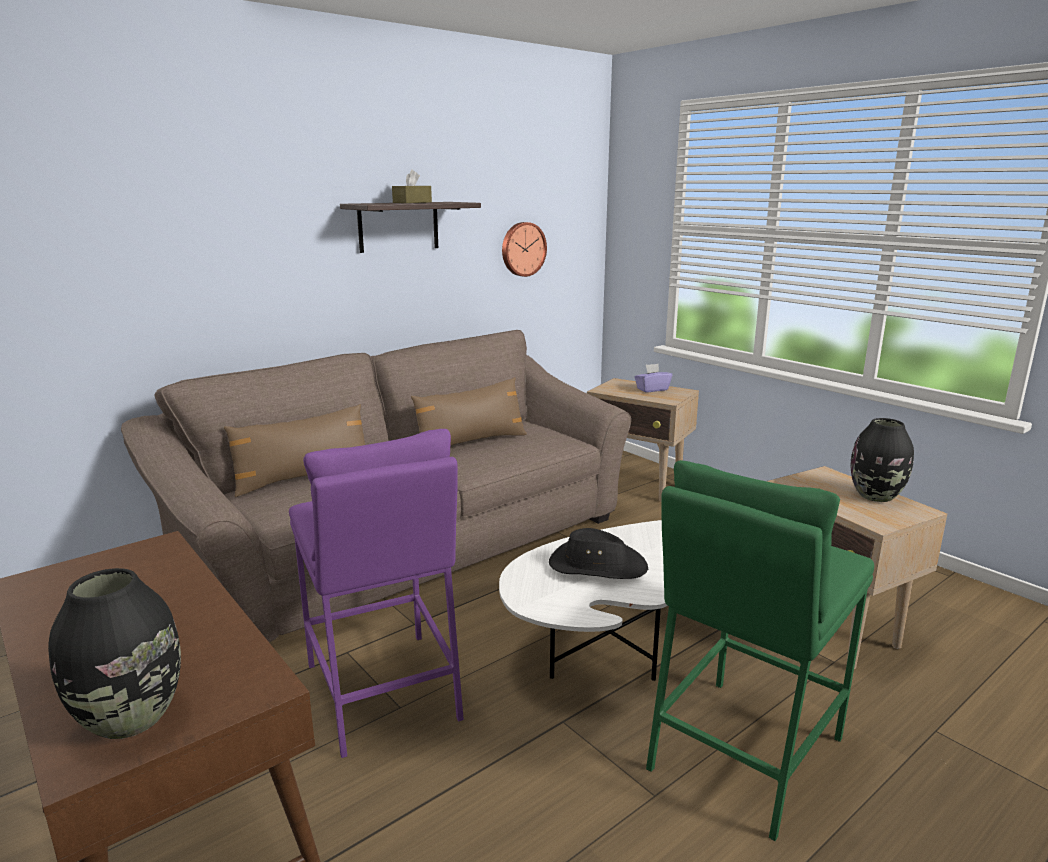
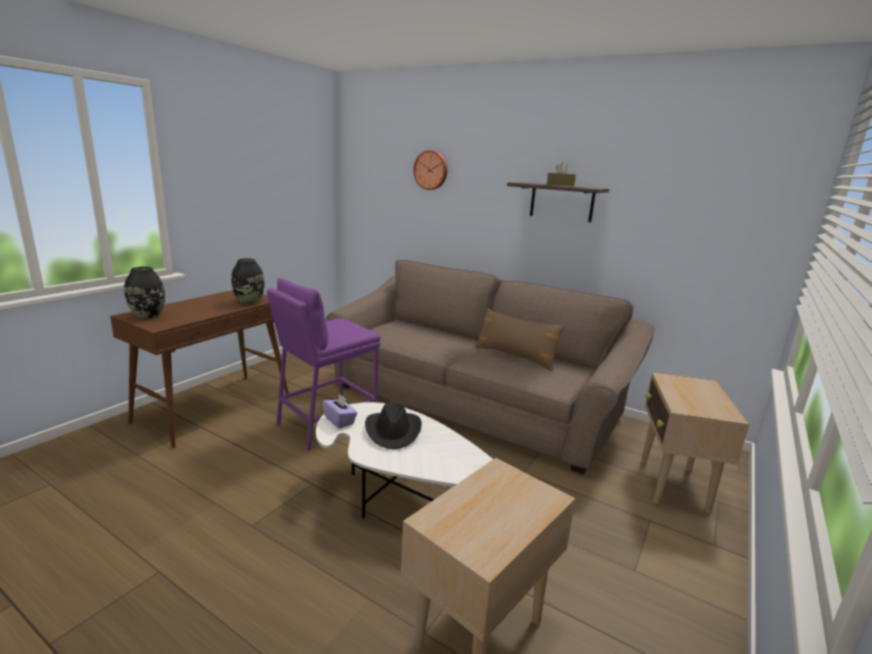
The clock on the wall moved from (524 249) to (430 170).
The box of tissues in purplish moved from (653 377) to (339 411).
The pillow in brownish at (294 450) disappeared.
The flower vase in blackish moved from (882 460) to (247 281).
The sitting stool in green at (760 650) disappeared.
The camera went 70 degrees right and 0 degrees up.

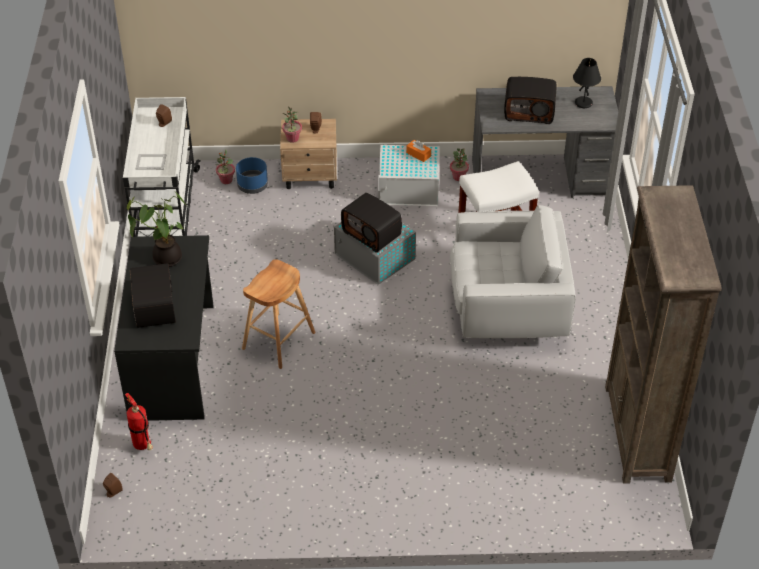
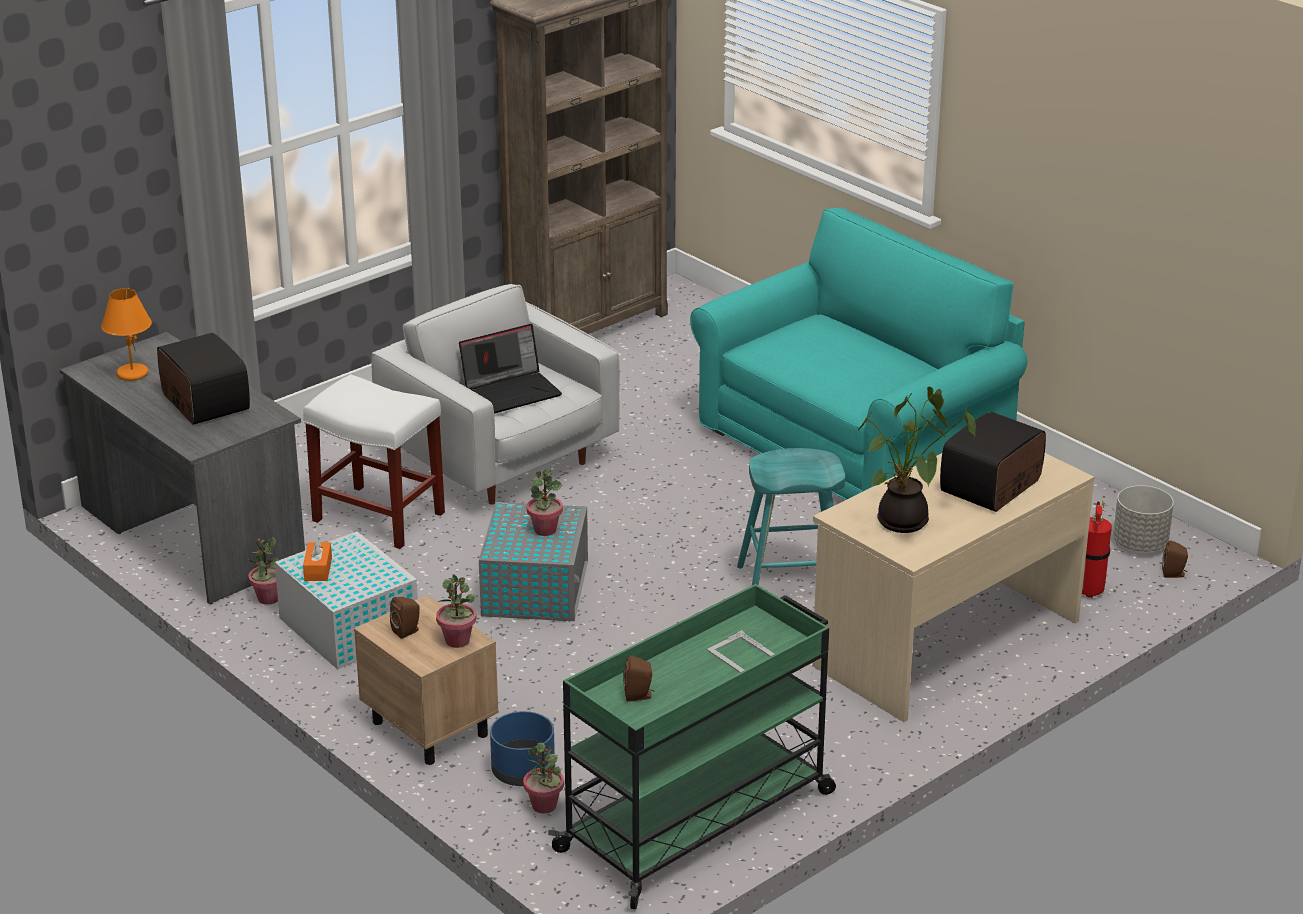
The table lamp in blackish at (587 83) became the table lamp in orangey at (126 334).
The cart in white-coloured at (162 167) became the cart in green at (692 746).
The radio set at (371 222) was replaced by the plant in a pot at (545 502).
The desk table in blackish at (164 328) became the desk table in beige at (953 587).
The sitting stool in brownish at (278 314) became the sitting stool in turquoise at (791 516).
The sofa in turquoise at (858 353) appeared.
The laptop at (510 369) appeared.
The plant pot in grey at (1143 518) appeared.
The camera went 130 degrees left and 15 degrees down.

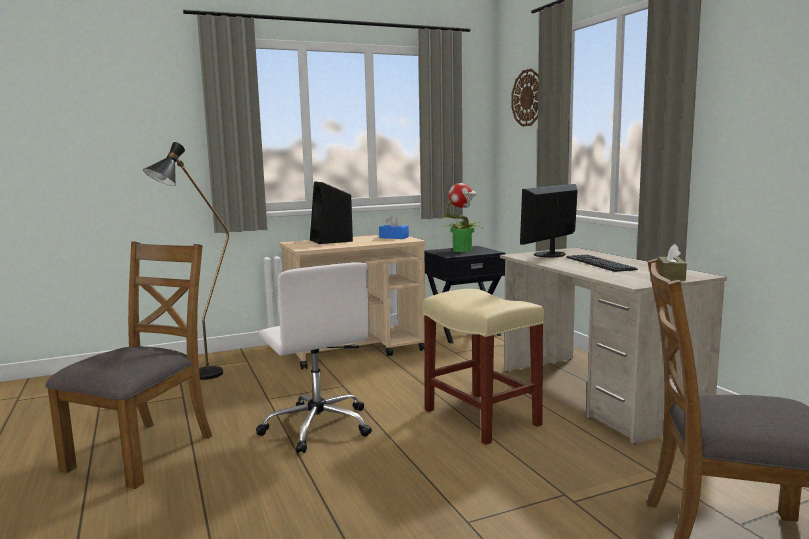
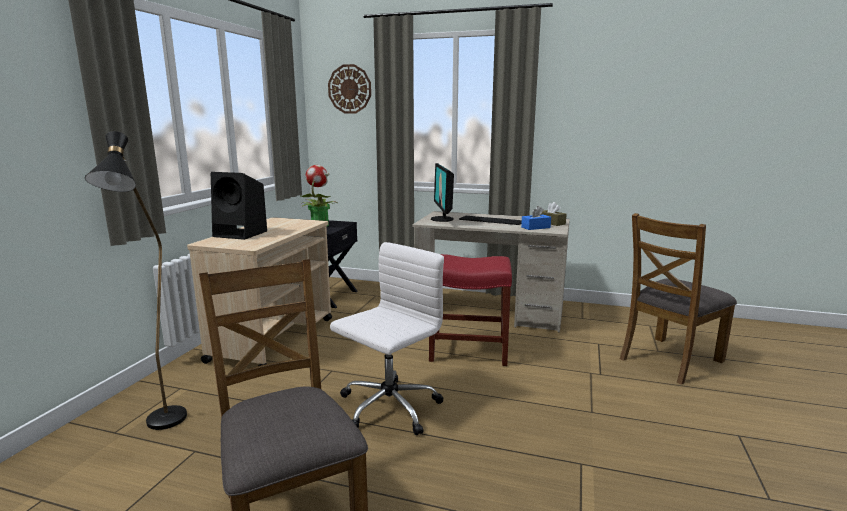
The box of tissues in blue-coloured moved from (394 227) to (536 218).
The computer chair in white-coloured at (314 357) turned 60 degrees counterclockwise.
The sitting stool in beige at (483 367) became the sitting stool in red at (470 310).
The camera went 50 degrees left and 5 degrees up.

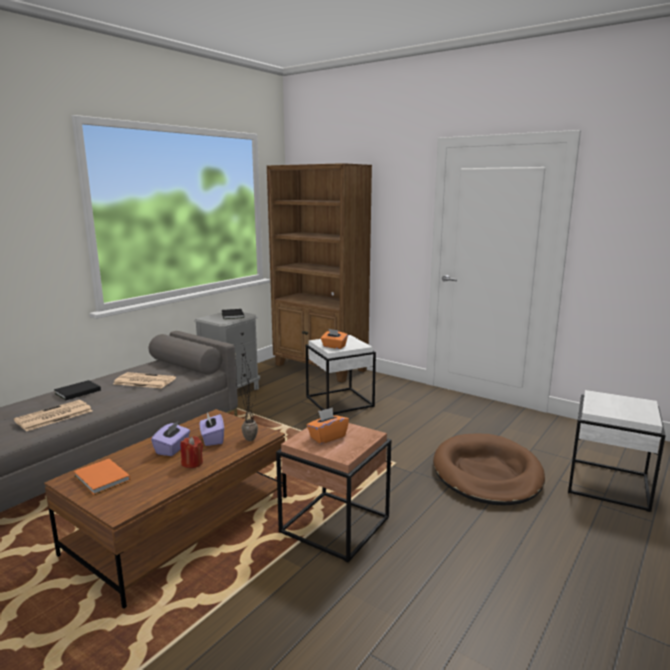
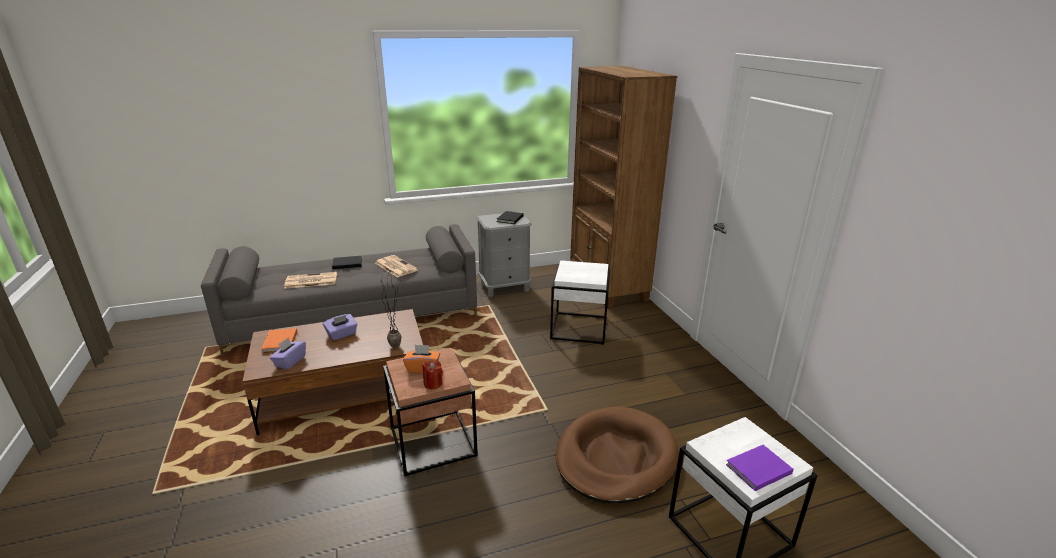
The box of tissues in orangey at (334 339) disappeared.
The box of tissues in purplish moved from (212 429) to (288 353).
The wax candle in red moved from (192 452) to (432 374).
The volume in purplish at (759 468) appeared.
The camera went 35 degrees right and 10 degrees up.

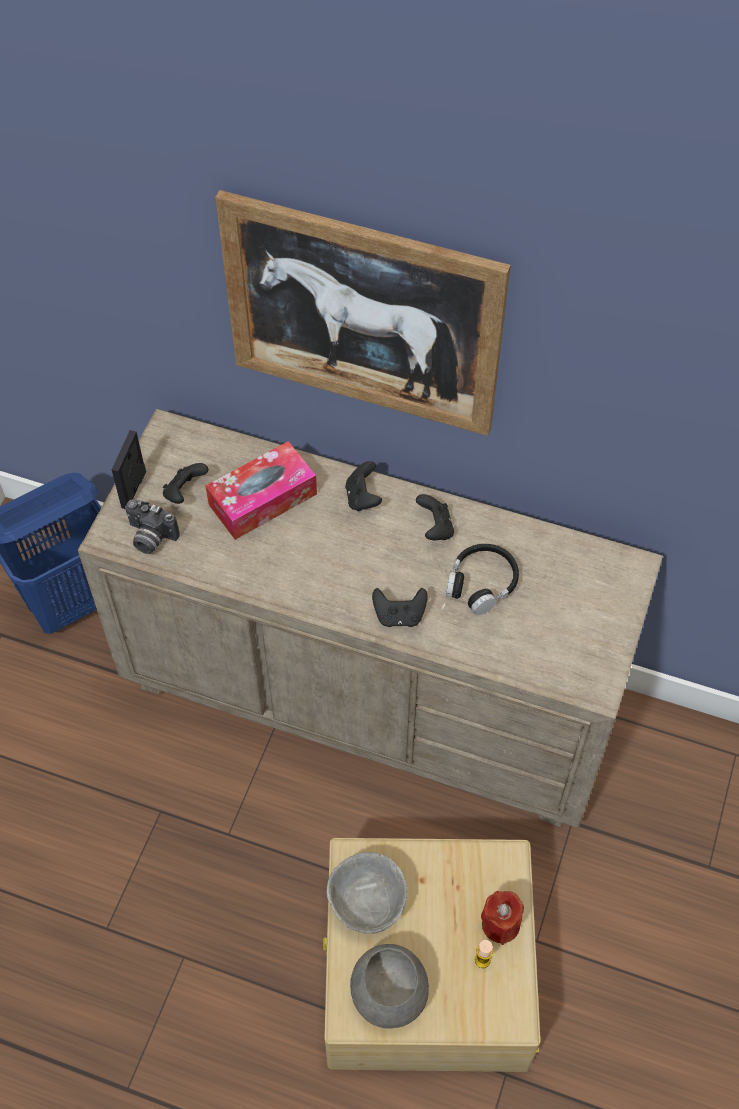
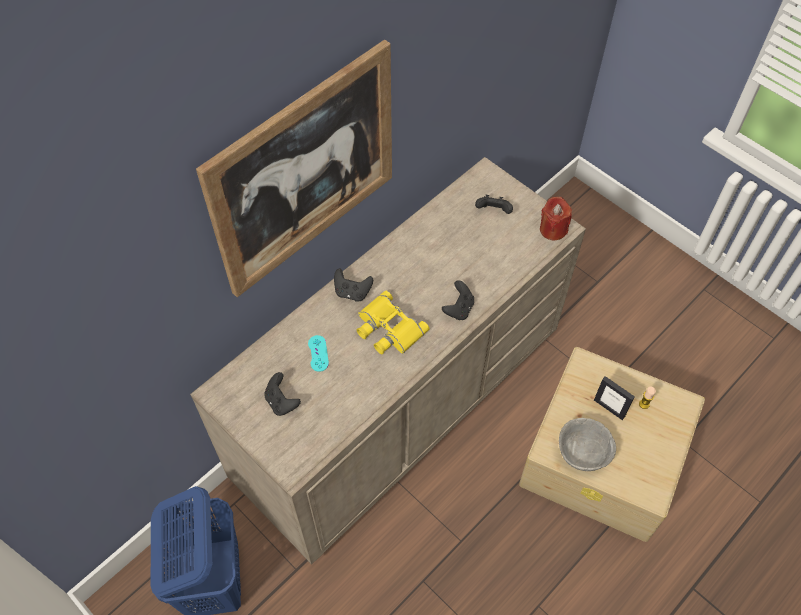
The standing frame moved from (129 469) to (614 398).
The box of tissues at (261 490) was replaced by the gamepad in turquoise at (318 353).
The gamepad in blackish moved from (435 517) to (494 204).
The photo camera at (152 526) disappeared.
The pair of headphones in blackish at (482 579) disappeared.
The wax candle in red moved from (502 918) to (556 218).
The serving bowl in grey at (389 986) disappeared.
The pair of binoculars in yellowish at (393 322) appeared.
The camera went 65 degrees left and 0 degrees up.

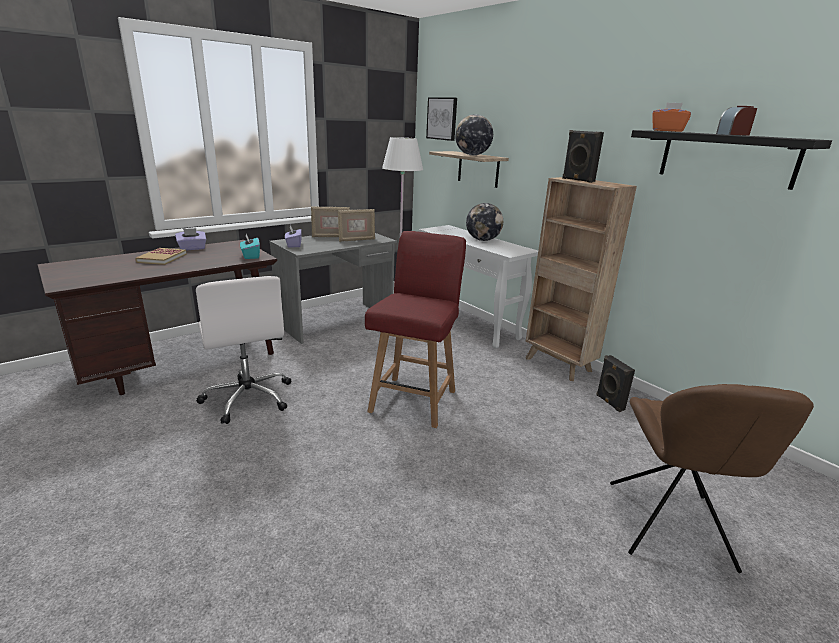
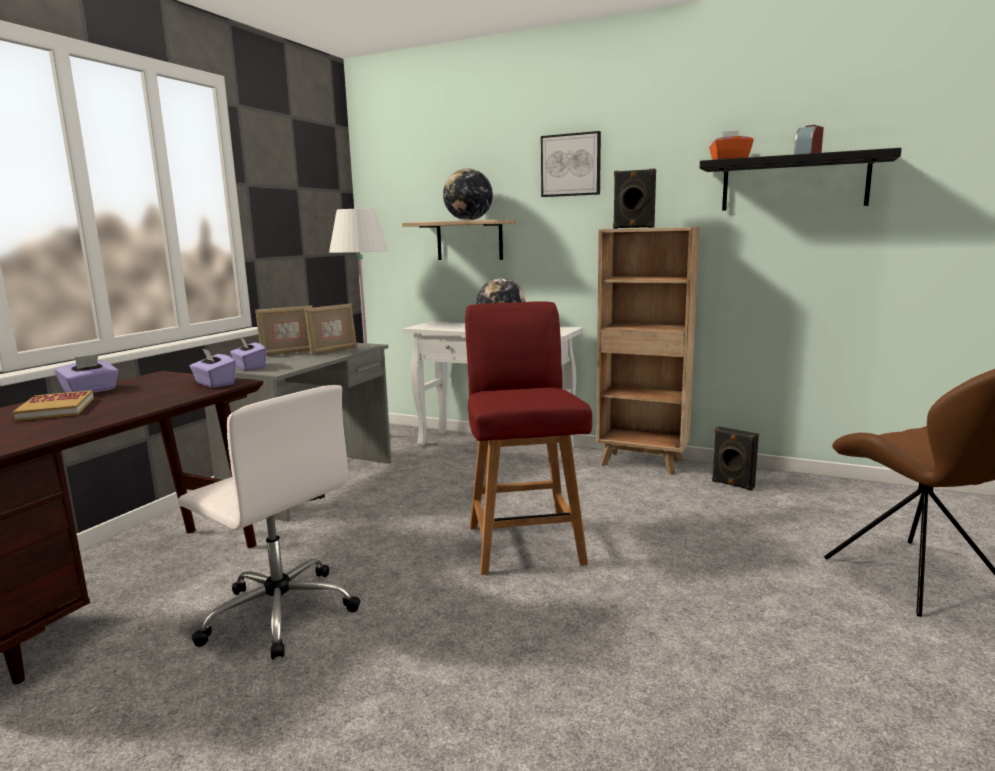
The wall art moved from (441 119) to (571 164).
The box of tissues in turquoise at (250 246) became the box of tissues in purplish at (213 368).
The camera went 25 degrees left and 10 degrees down.

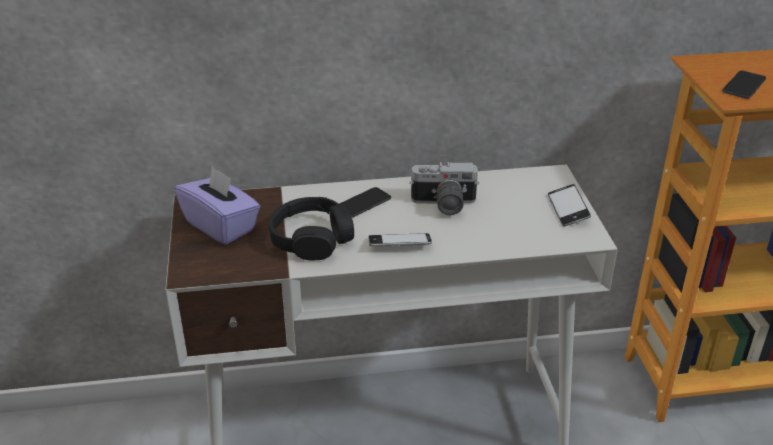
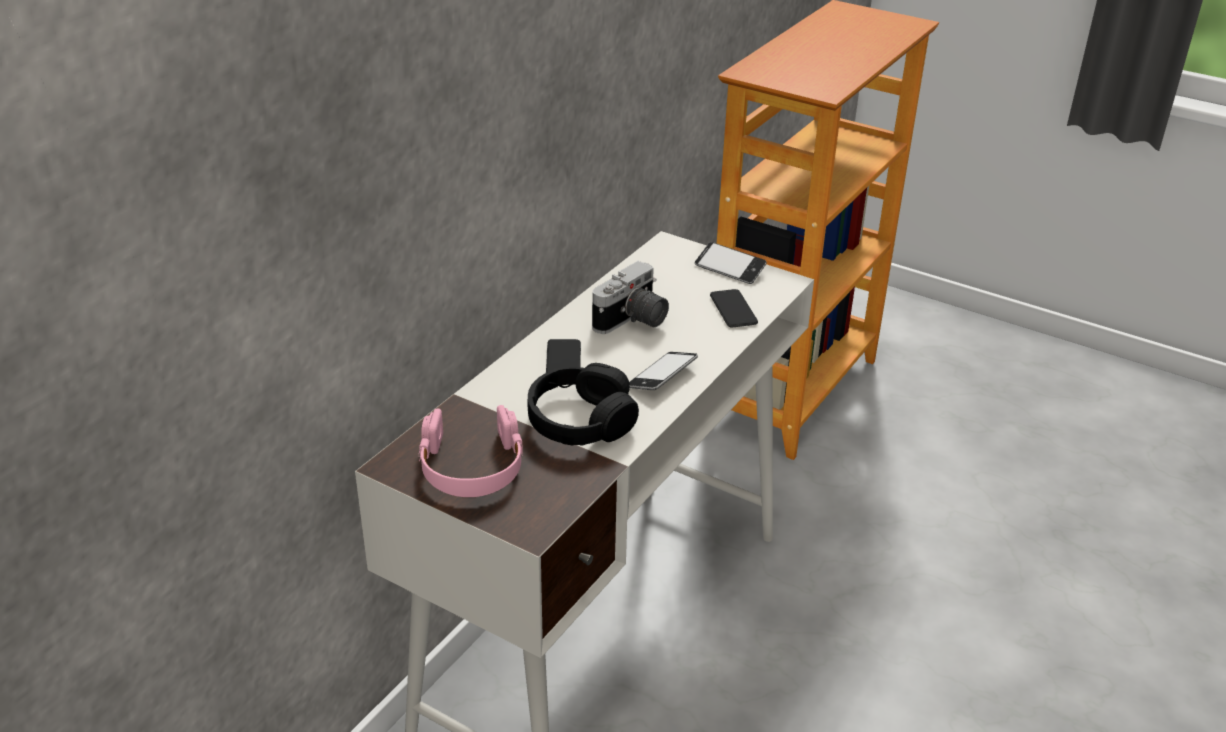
The phone moved from (744 85) to (734 308).
The box of tissues in purplish at (217 205) was replaced by the pair of headphones in pinkish at (471 451).
The camera went 50 degrees left and 0 degrees up.

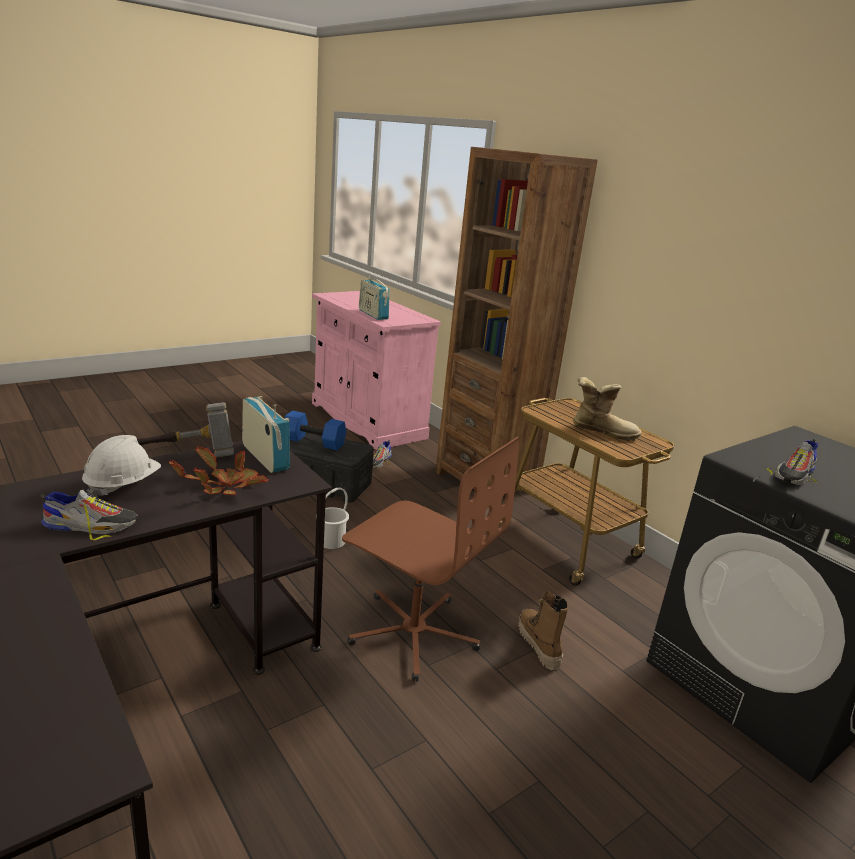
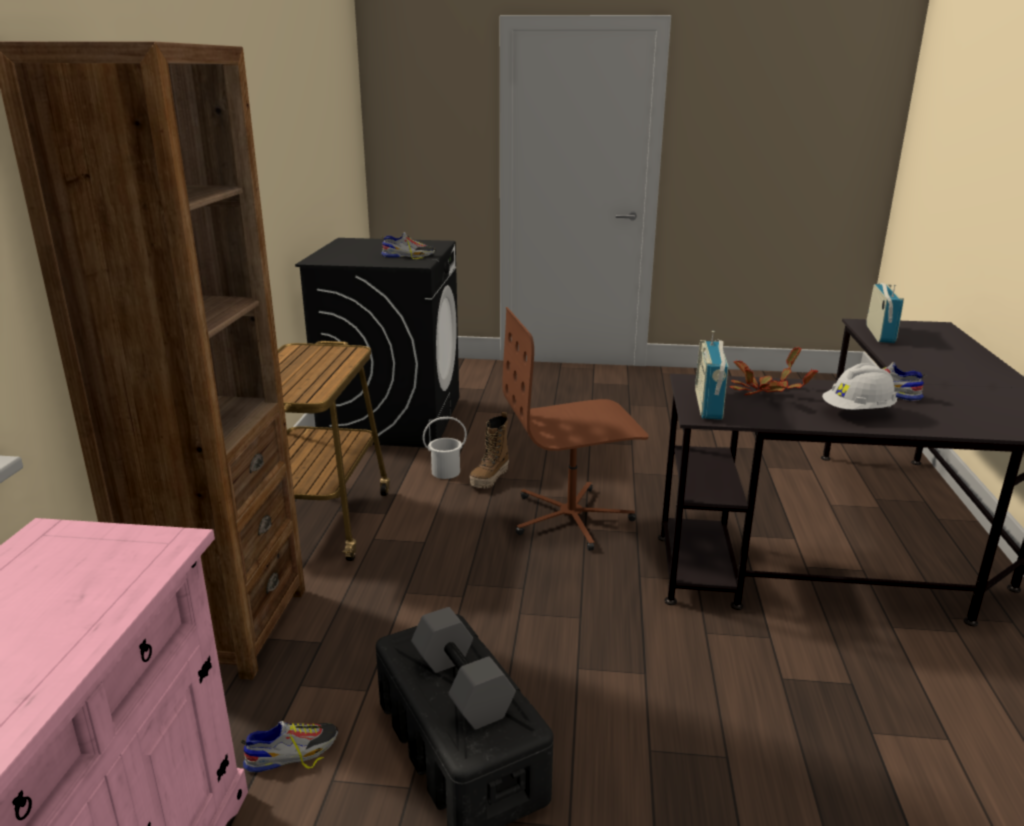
The radio set moved from (374 296) to (885 313).
The high-top boot at (607 409) disappeared.
The hammer at (185 430) disappeared.
The dumbbell in blue-coloured at (316 430) became the dumbbell in grey at (463 668).
The computer chair in brownish at (430 559) turned 90 degrees counterclockwise.
The pail in white-coloured moved from (332 518) to (445 448).
The camera went 135 degrees left and 0 degrees up.

